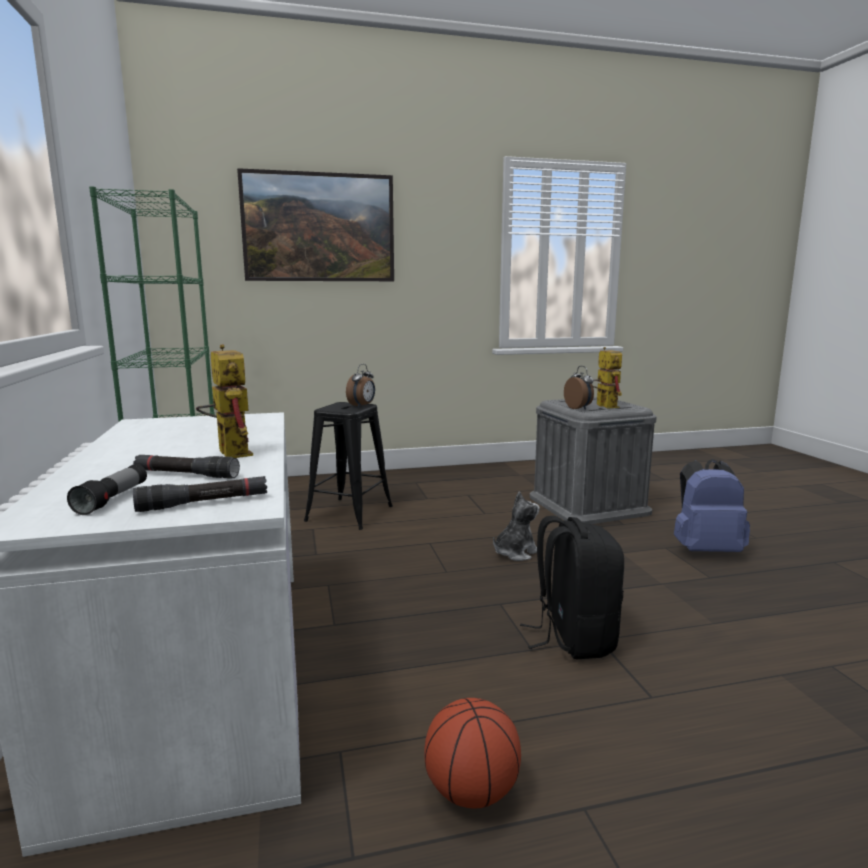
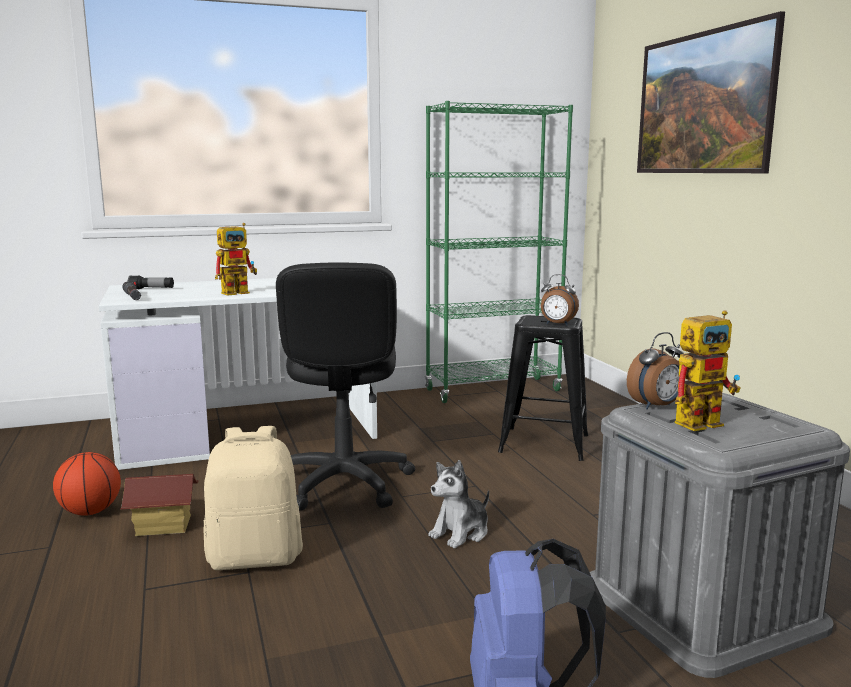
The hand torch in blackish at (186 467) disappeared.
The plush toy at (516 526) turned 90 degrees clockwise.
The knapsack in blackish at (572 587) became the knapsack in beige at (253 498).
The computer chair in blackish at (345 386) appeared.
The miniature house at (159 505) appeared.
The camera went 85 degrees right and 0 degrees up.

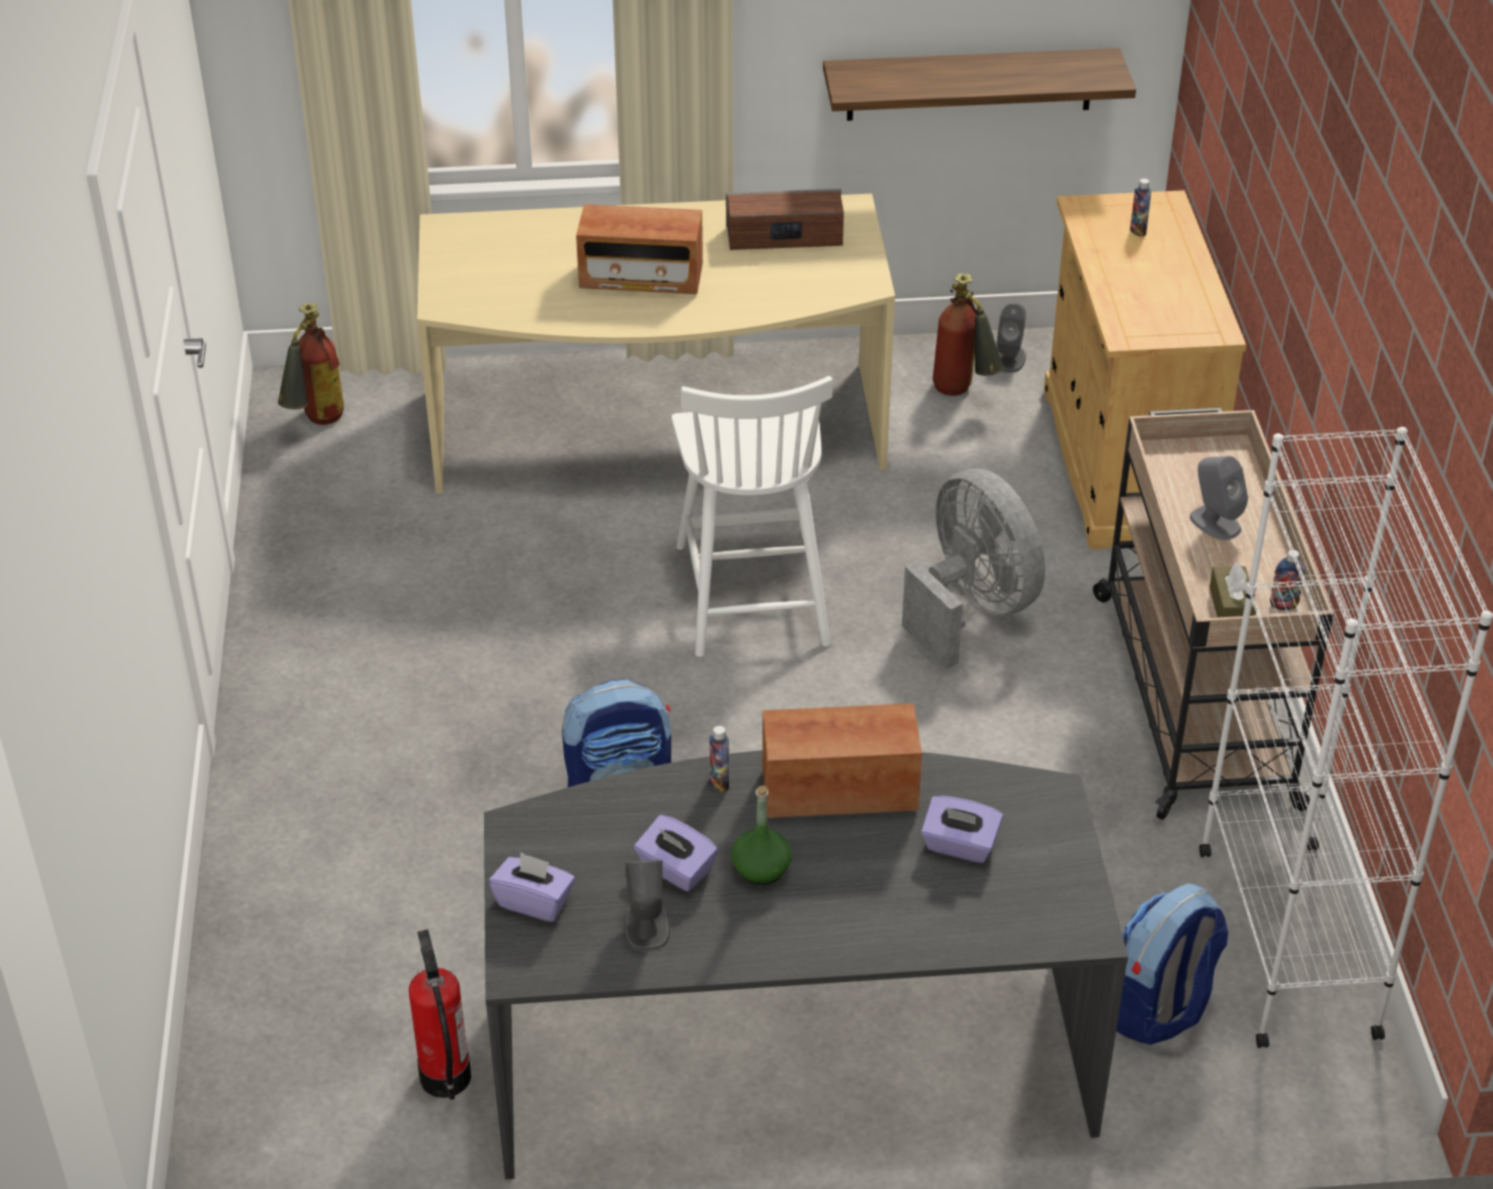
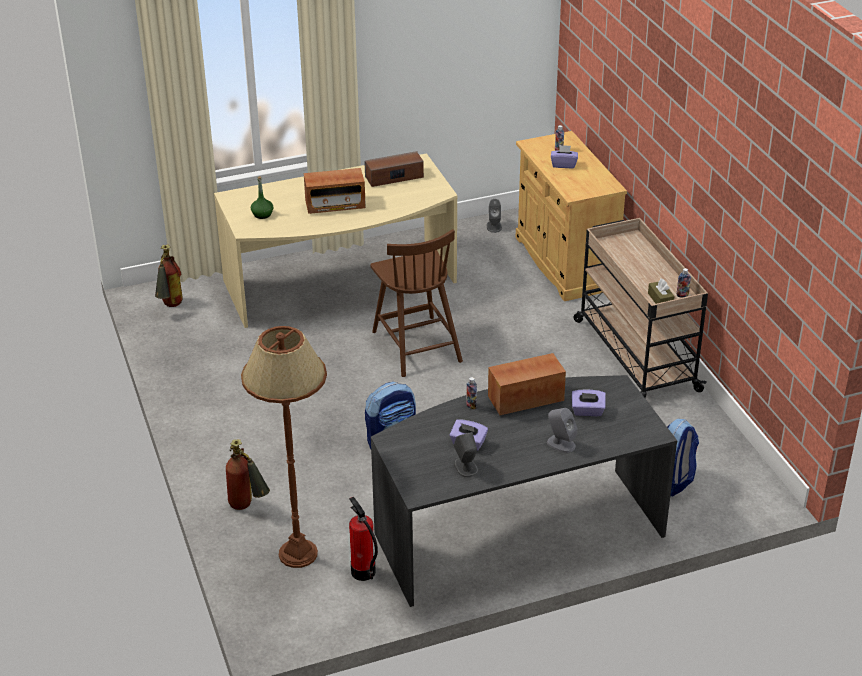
The wall shelf at (979 84) disappeared.
The extinguisher moved from (968 334) to (248 474).
The chair in white-coloured at (752 516) became the chair in brownish at (416 303).
The bookshelf in white-coloured at (1346 737) disappeared.
The speaker in grey moved from (1219 498) to (562 430).
The cooling fan in grey at (973 569) disappeared.
The beverage bottle in green moved from (761 836) to (262 197).
The box of tissues in purplish moved from (532 887) to (564 156).
The floor lamp in brownish at (284 447) appeared.
The camera went 15 degrees left and 5 degrees down.

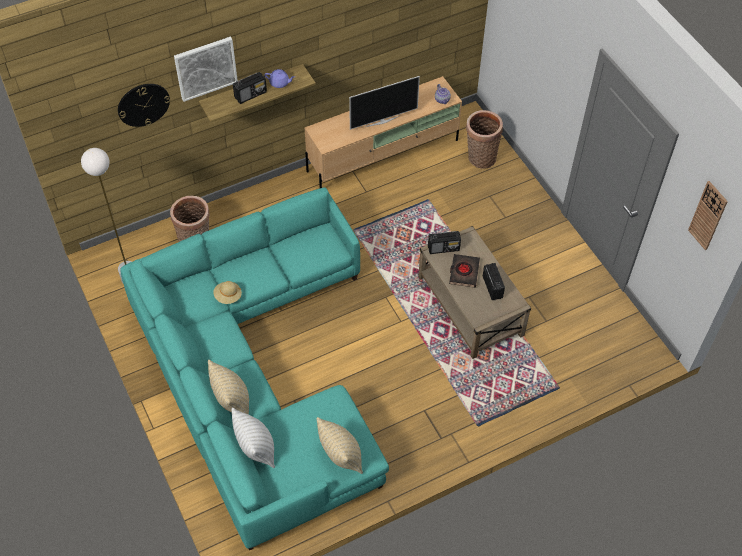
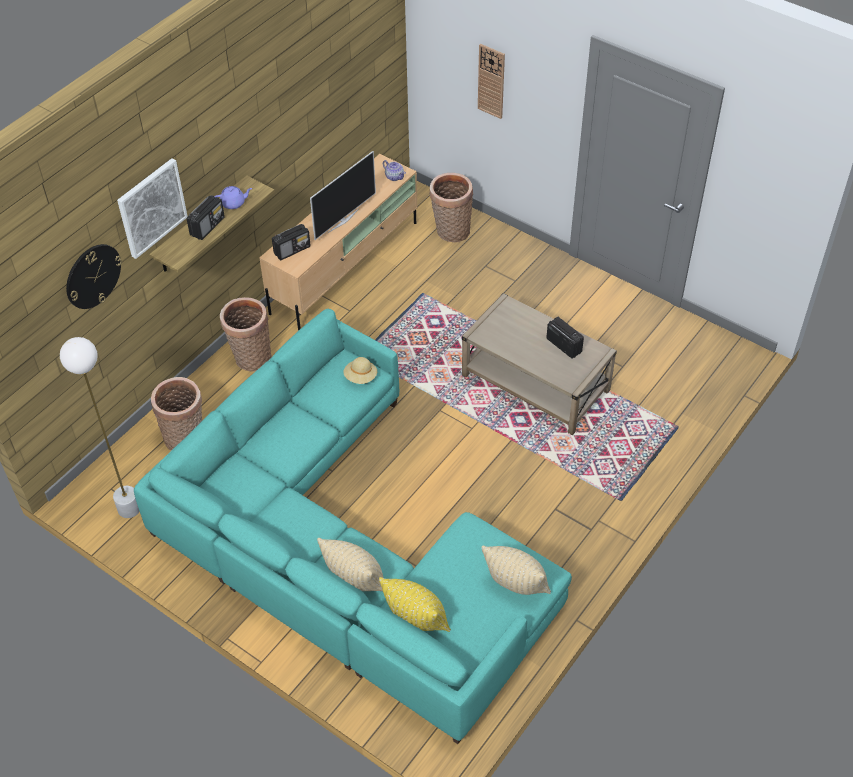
The clock on the wall moved from (708 215) to (491 81).
The radio set moved from (444 242) to (291 242).
The volume in blackish at (464 271) disappeared.
The wearable hat in beige moved from (227 292) to (360 370).
The pillow in white-coloured at (253 438) became the pillow in yellowish at (415 604).
The storage basket at (246 334) appeared.
The camera went 25 degrees left and 5 degrees down.

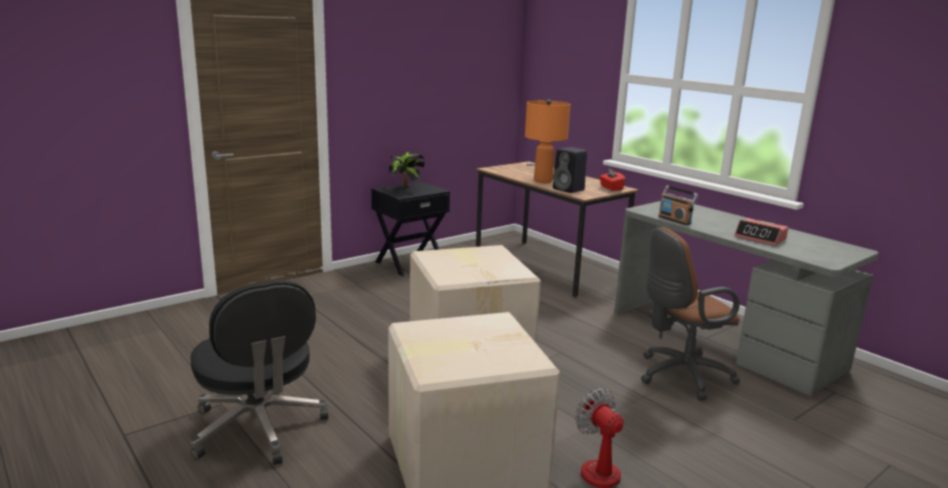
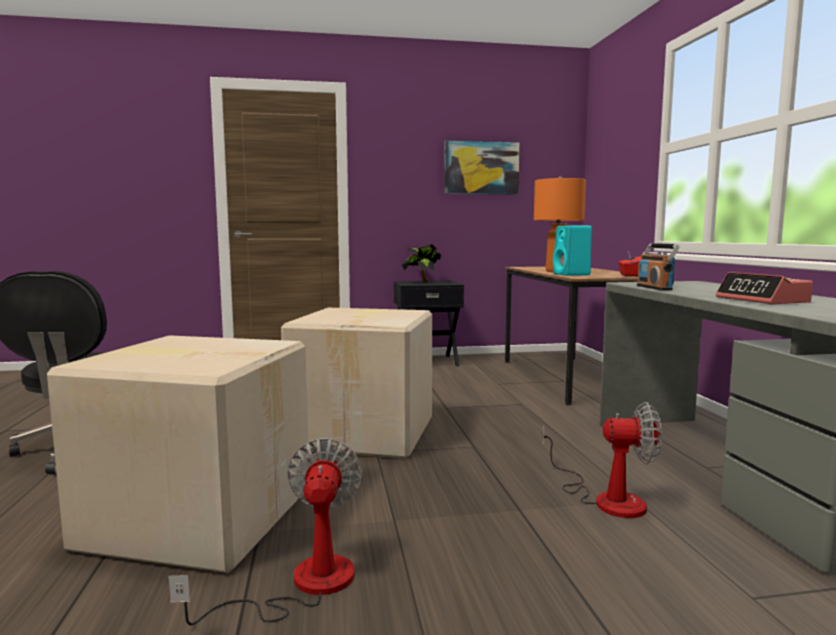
The speaker in blackish at (570 170) became the speaker in turquoise at (572 250).
The computer chair in brownish at (690 313) was replaced by the cooling fan at (602 460).
The wall art at (482 167) appeared.
The camera went 30 degrees right and 10 degrees down.

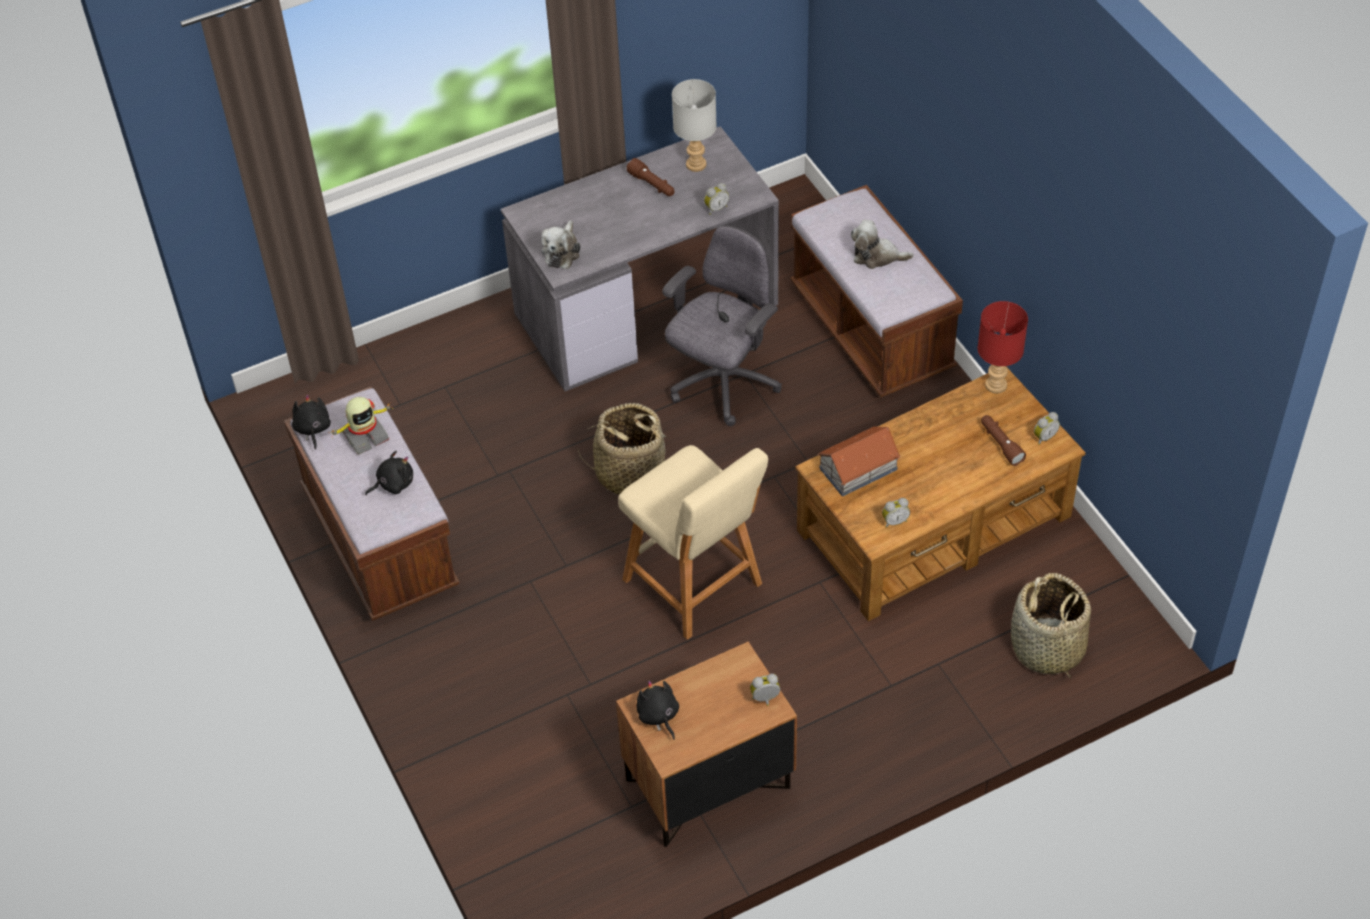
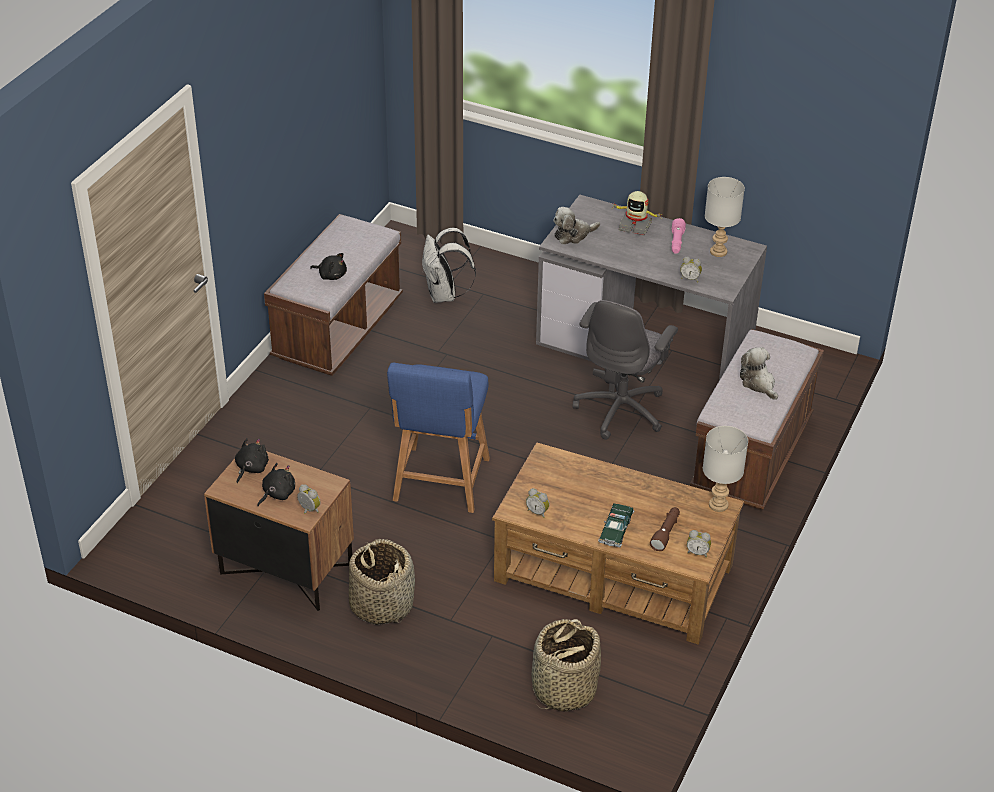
The hand torch in brownish at (651 177) became the hand torch in pinkish at (678 236).
The computer chair in grey at (722 325) turned 120 degrees clockwise.
The table lamp in red at (1003 347) became the table lamp in grey at (725 469).
The plush toy in blackish moved from (311 422) to (276 484).
The robot figure moved from (361 426) to (637 213).
The storage basket moved from (621 449) to (382 582).
The miniature house at (858 461) disappeared.
The sitting stool in beige at (693 542) became the sitting stool in blue-coloured at (438 438).
The knapsack in white-coloured at (449 265) appeared.
The miniature car at (616 525) appeared.
The camera went 50 degrees right and 10 degrees down.

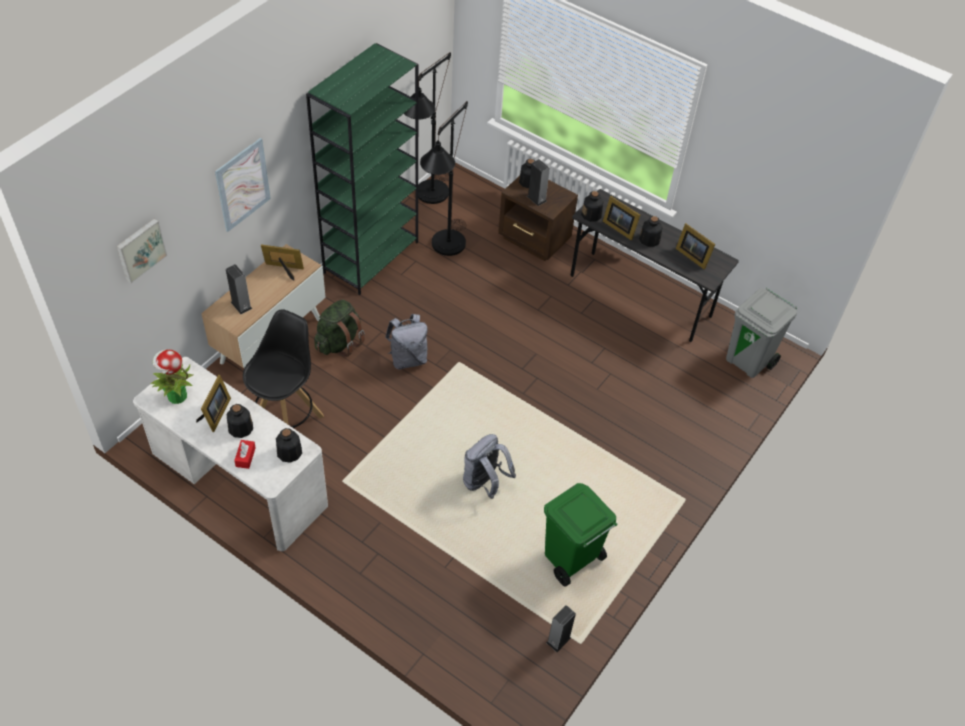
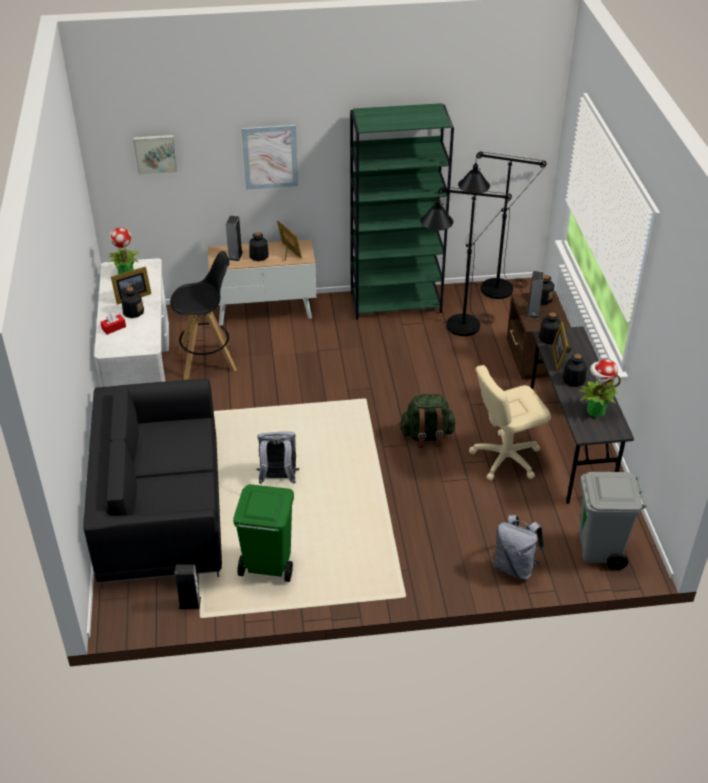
The standing frame at (695 246) was replaced by the plant in a pot at (600 388).
The knapsack in green moved from (339 328) to (427 421).
The knapsack in grey moved from (406 342) to (519 547).
The beverage bottle moved from (289 445) to (259 246).
The computer chair in beige at (510 422) appeared.
The sofa in blackish at (152 484) appeared.
The camera went 50 degrees right and 10 degrees down.

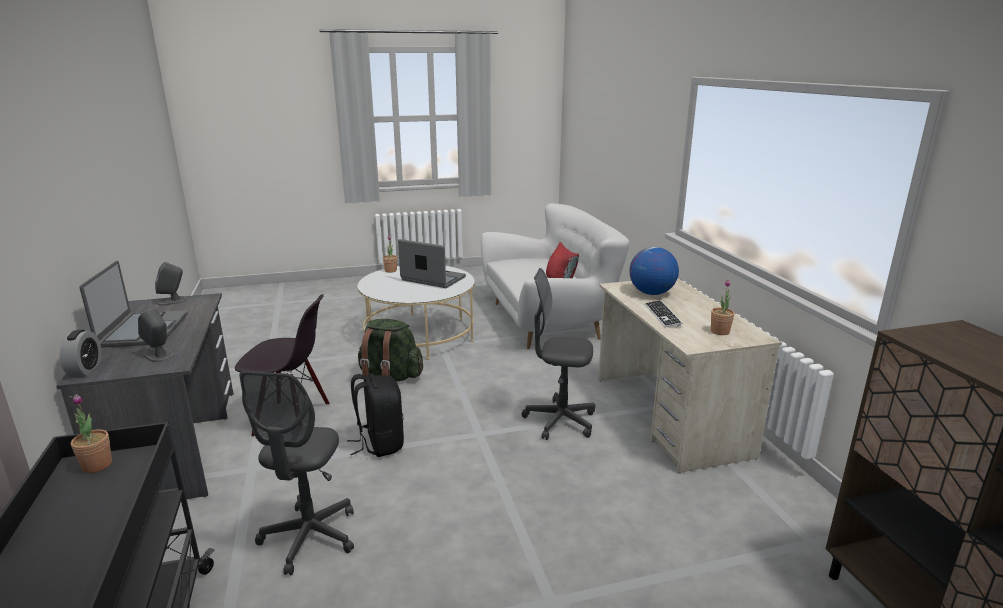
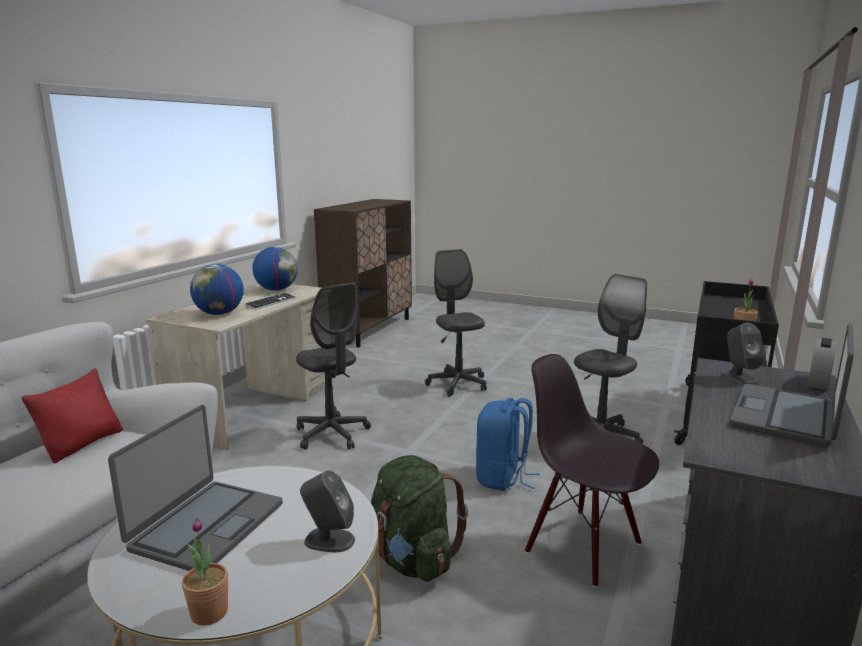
The laptop at (432 263) turned 135 degrees counterclockwise.
The speaker in grey moved from (171 284) to (327 511).
The plant in a pot at (722 307) was replaced by the globe at (275 269).
The knapsack in blackish at (375 415) became the knapsack in blue-coloured at (508 444).
The computer chair in grey at (456 323) appeared.
The camera went 140 degrees left and 5 degrees down.

